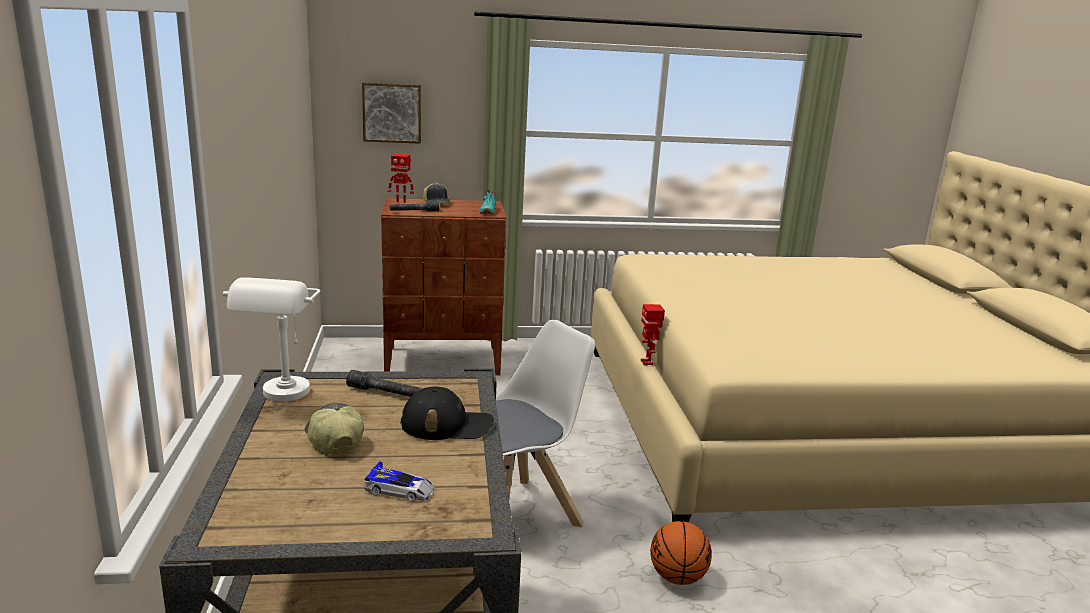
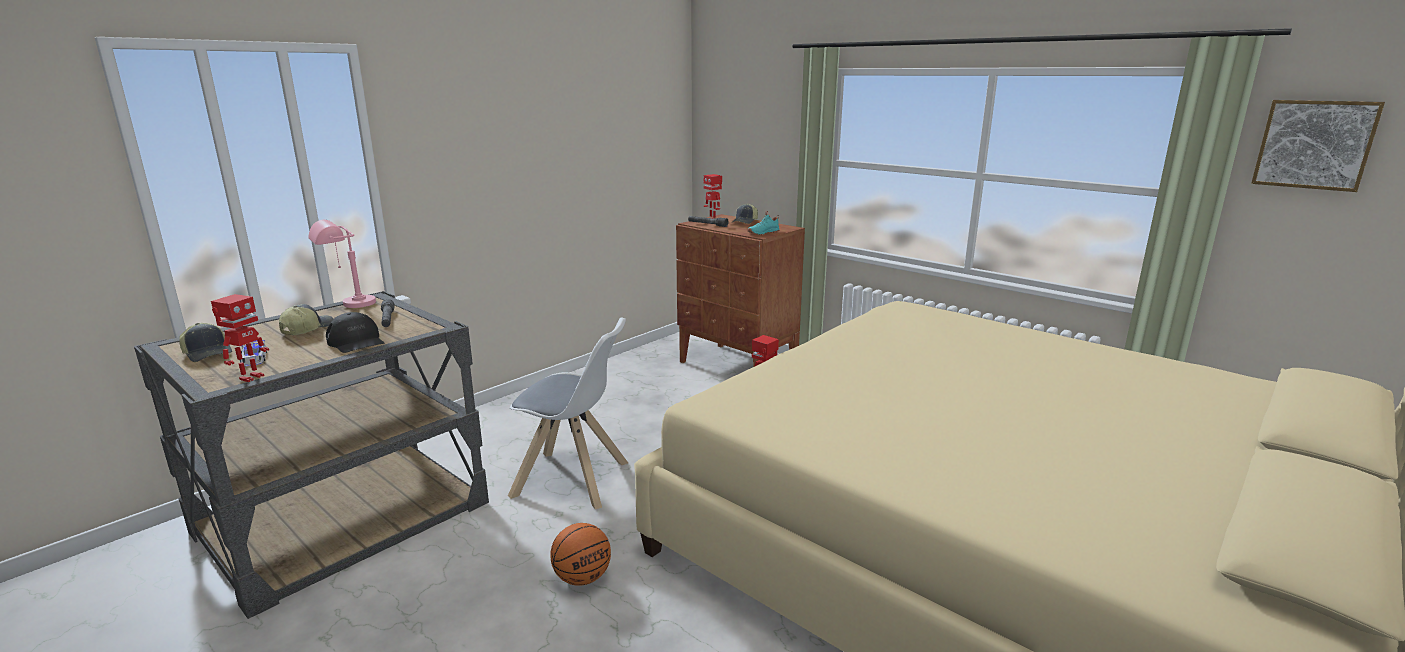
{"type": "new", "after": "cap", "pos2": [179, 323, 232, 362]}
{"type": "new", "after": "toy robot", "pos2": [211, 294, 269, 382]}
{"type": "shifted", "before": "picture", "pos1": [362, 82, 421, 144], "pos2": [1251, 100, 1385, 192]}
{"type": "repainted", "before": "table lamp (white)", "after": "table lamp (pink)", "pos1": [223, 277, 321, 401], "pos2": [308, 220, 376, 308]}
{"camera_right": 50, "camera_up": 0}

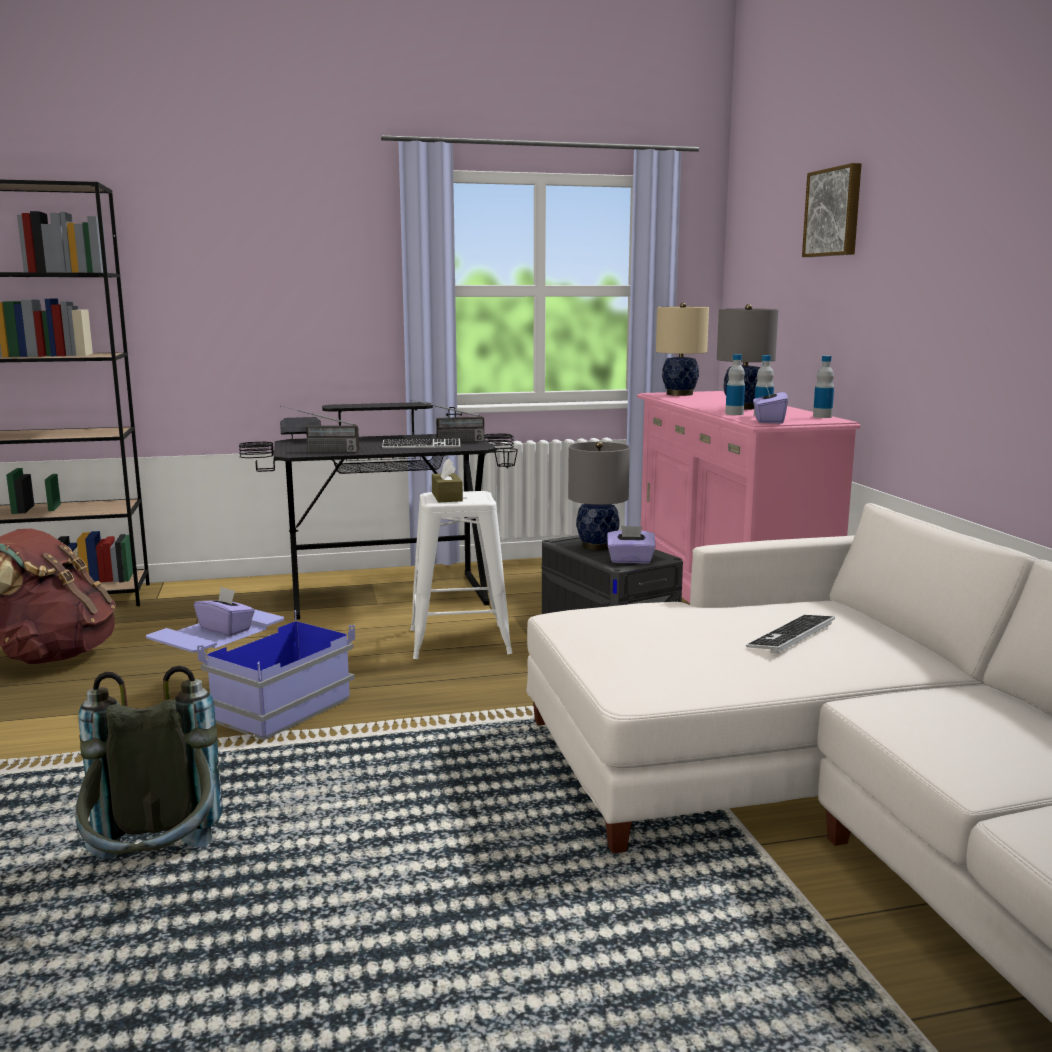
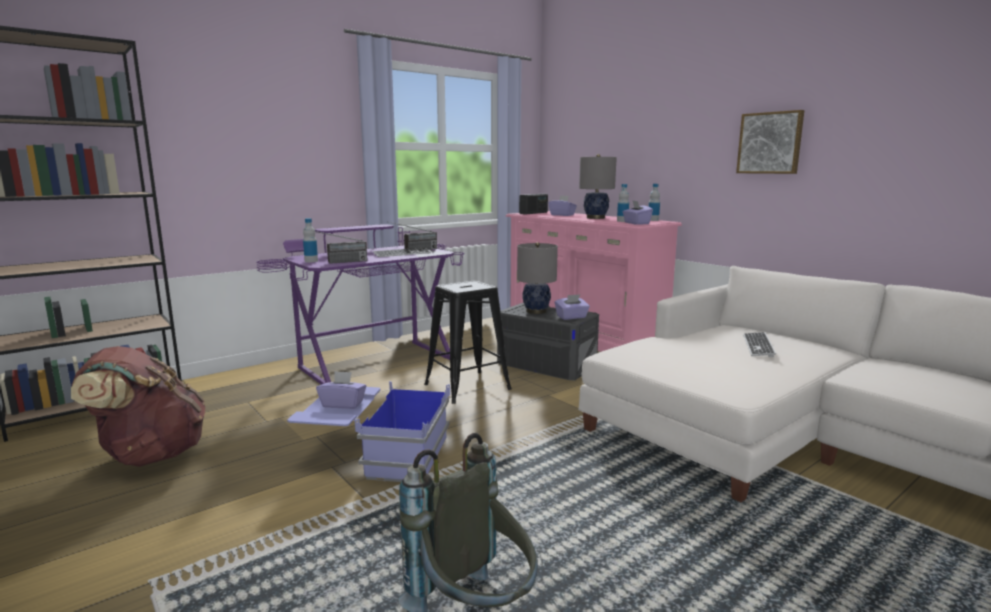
{"type": "gone", "before": "tissue box (brown)", "pos1": [432, 458, 463, 503]}
{"type": "new", "after": "tissue box (purple)", "pos2": [549, 195, 577, 216]}
{"type": "shifted", "before": "bottle", "pos1": [725, 354, 745, 415], "pos2": [303, 218, 318, 262]}
{"type": "shifted", "before": "picture", "pos1": [802, 163, 861, 257], "pos2": [736, 110, 804, 174]}
{"type": "swapped", "before": "table lamp (beige)", "after": "radio", "pos1": [656, 303, 709, 396], "pos2": [519, 194, 548, 215]}
{"type": "repainted", "before": "desk (black)", "after": "desk (purple)", "pos1": [239, 402, 518, 620], "pos2": [256, 224, 464, 385]}
{"type": "repainted", "before": "stool (white)", "after": "stool (black)", "pos1": [410, 491, 512, 659], "pos2": [424, 281, 512, 404]}
{"camera_right": -25, "camera_up": 0}

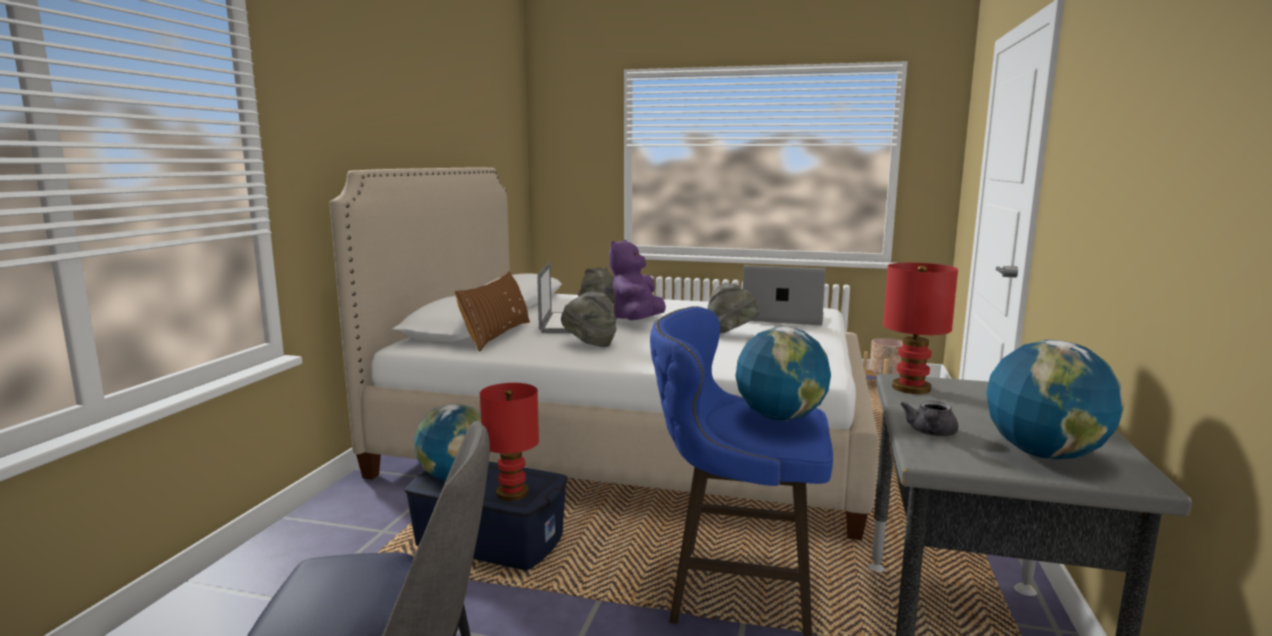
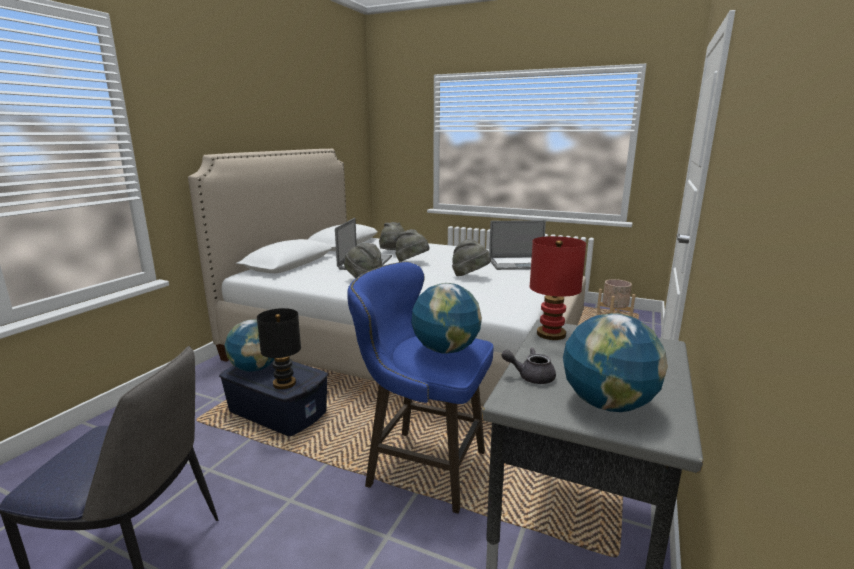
{"type": "gone", "before": "pillow (brown)", "pos1": [455, 271, 530, 352]}
{"type": "swapped", "before": "plush toy (purple)", "after": "hat (grey)", "pos1": [609, 240, 666, 320], "pos2": [395, 229, 429, 262]}
{"type": "repainted", "before": "table lamp (red)", "after": "table lamp (black)", "pos1": [480, 383, 539, 501], "pos2": [257, 308, 301, 389]}
{"type": "rotated", "before": "laptop", "pos1": [743, 265, 825, 326], "pos2": [489, 220, 546, 270], "turn": 150}
{"type": "rotated", "before": "teapot (grey)", "pos1": [900, 401, 958, 436], "pos2": [501, 348, 556, 384], "turn": 60}
{"camera_right": 10, "camera_up": 5}

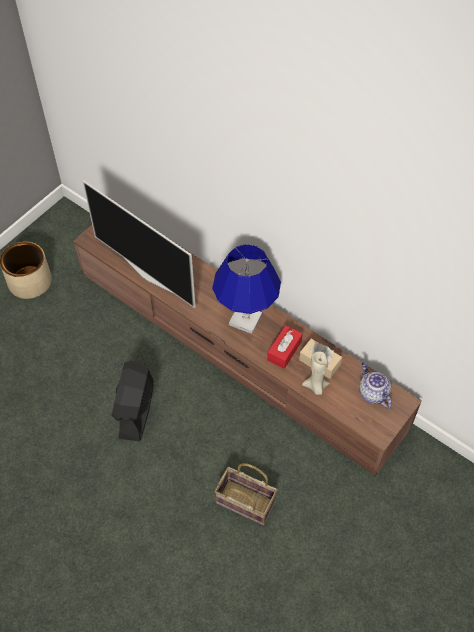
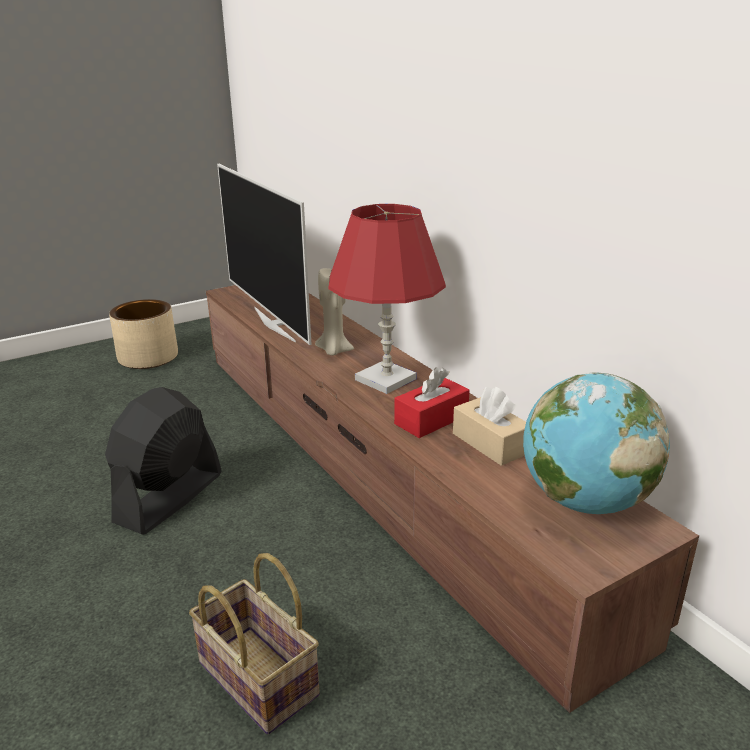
{"type": "shifted", "before": "candle (beige)", "pos1": [302, 352, 329, 395], "pos2": [315, 268, 354, 355]}
{"type": "swapped", "before": "teapot", "after": "globe", "pos1": [359, 362, 392, 409], "pos2": [523, 372, 670, 514]}
{"type": "repainted", "before": "table lamp (blue)", "after": "table lamp (red)", "pos1": [212, 244, 281, 334], "pos2": [328, 204, 446, 394]}
{"camera_right": 20, "camera_up": -30}

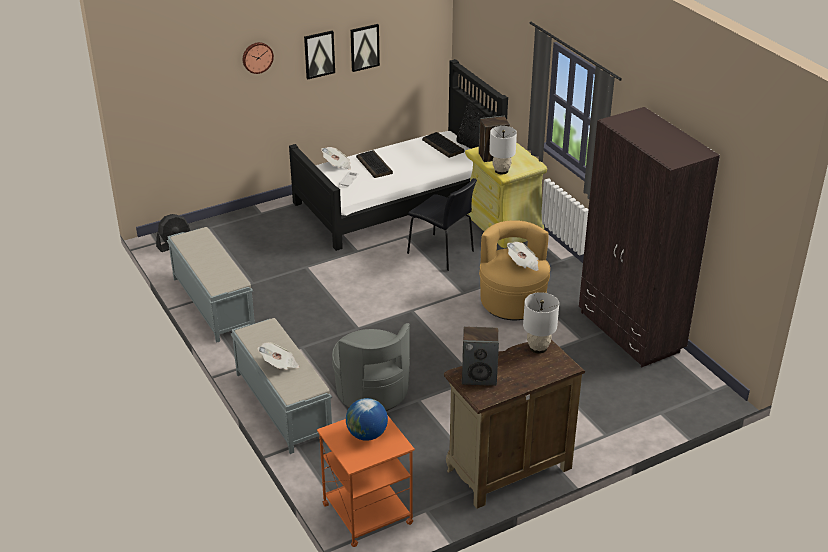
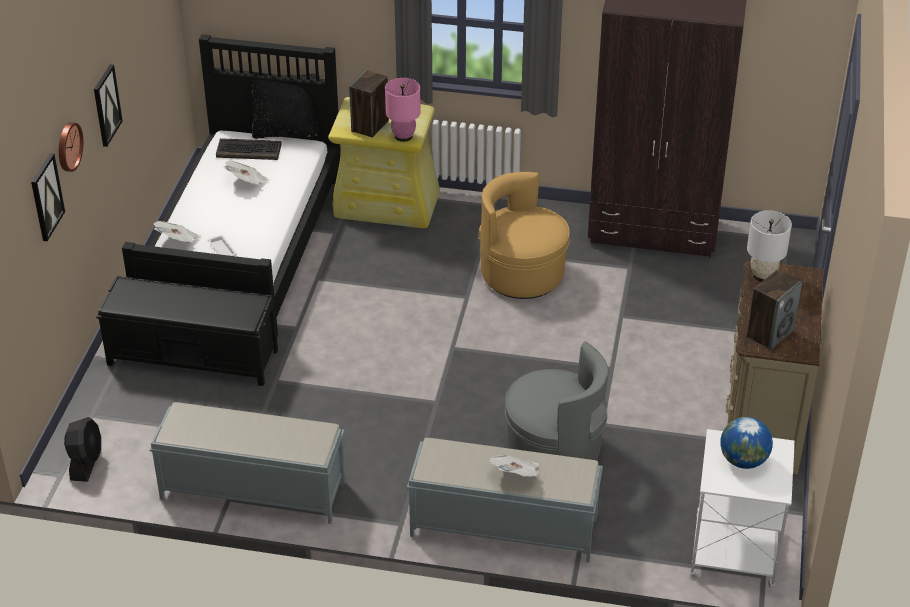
{"type": "gone", "before": "keyboard", "pos1": [356, 150, 393, 178]}
{"type": "gone", "before": "chair (black)", "pos1": [407, 178, 477, 271]}
{"type": "new", "after": "bench (black)", "pos2": [96, 276, 278, 386]}
{"type": "shifted", "before": "picture", "pos1": [350, 24, 380, 72], "pos2": [31, 153, 65, 241]}
{"type": "shifted", "before": "newspaper", "pos1": [507, 242, 539, 271], "pos2": [224, 161, 270, 184]}
{"type": "repainted", "before": "cart (orange)", "after": "cart (white)", "pos1": [317, 415, 415, 547], "pos2": [690, 429, 795, 588]}
{"type": "repainted", "before": "table lamp (white)", "after": "table lamp (pink)", "pos1": [489, 126, 517, 174], "pos2": [385, 78, 421, 142]}
{"camera_right": -50, "camera_up": 5}

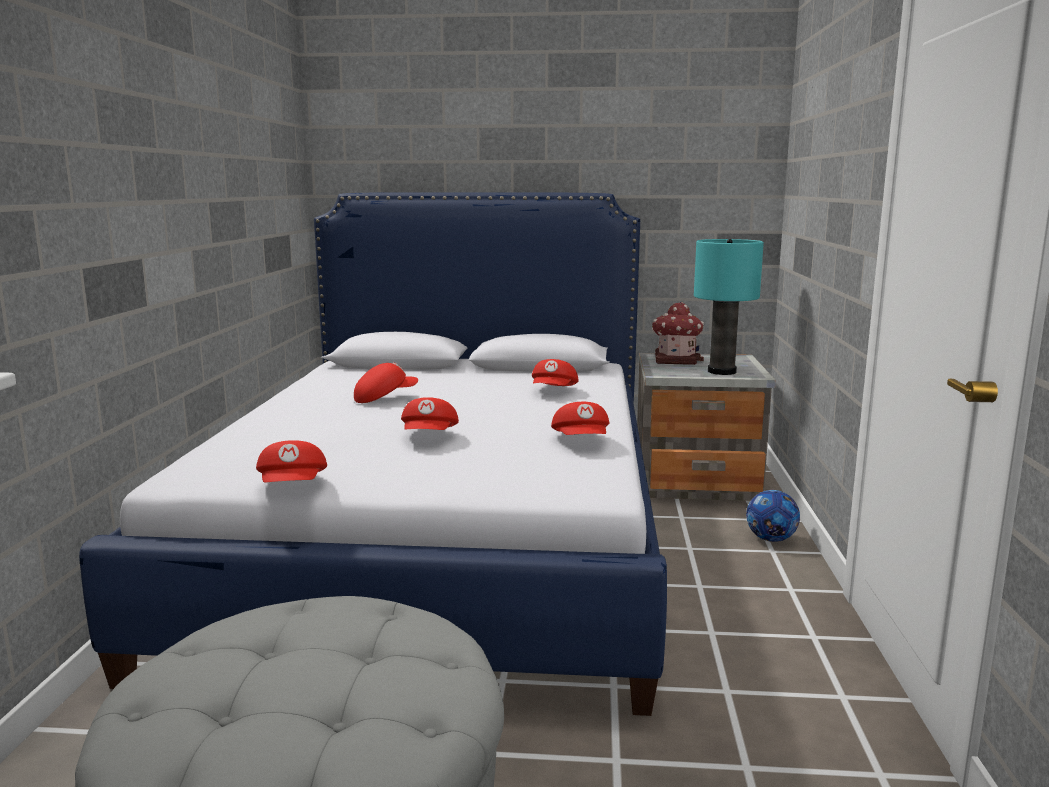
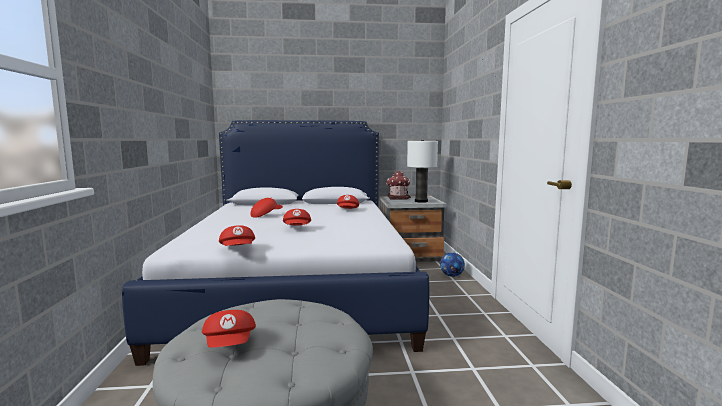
{"type": "shifted", "before": "cap (red)", "pos1": [551, 402, 609, 435], "pos2": [202, 310, 256, 347]}
{"type": "repainted", "before": "table lamp (turquoise)", "after": "table lamp (white)", "pos1": [694, 239, 764, 375], "pos2": [407, 140, 438, 203]}
{"camera_right": -10, "camera_up": -5}

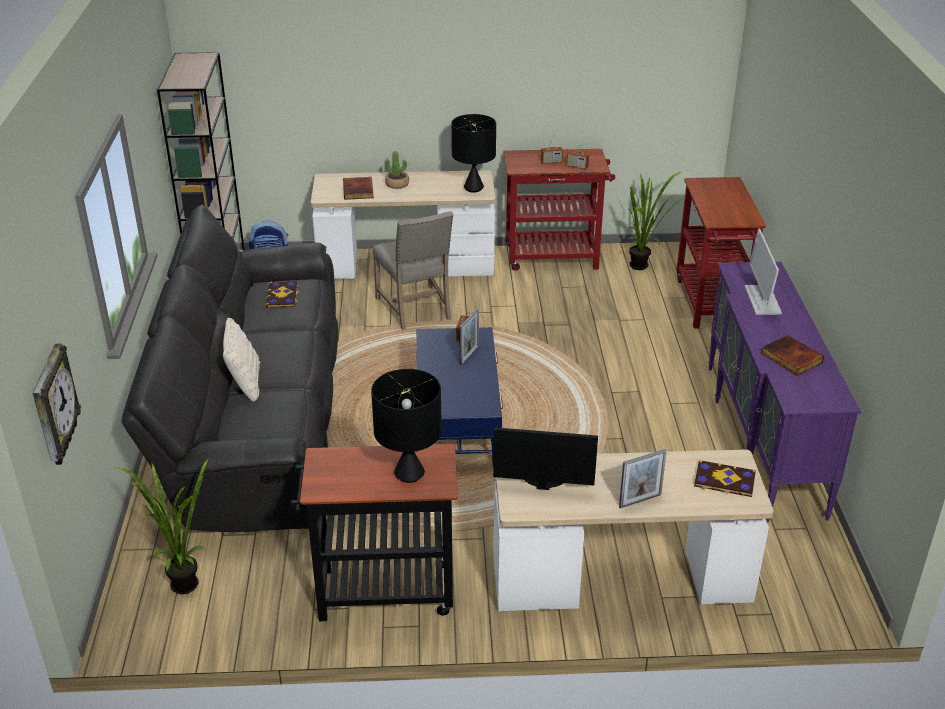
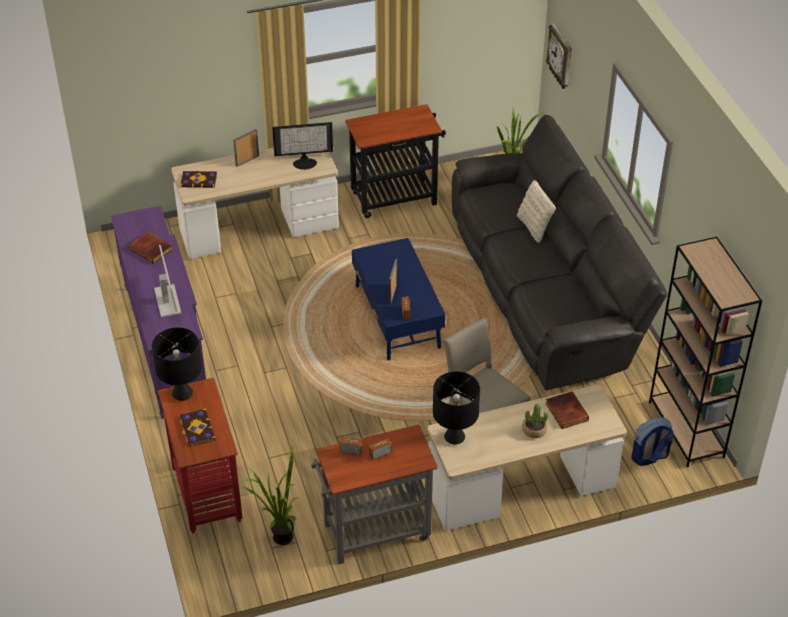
{"type": "shifted", "before": "book", "pos1": [265, 281, 300, 308], "pos2": [179, 409, 216, 447]}
{"type": "shifted", "before": "table lamp (black)", "pos1": [371, 369, 442, 483], "pos2": [152, 327, 202, 401]}
{"type": "repainted", "before": "cart (red)", "after": "cart (grey)", "pos1": [504, 149, 615, 271], "pos2": [311, 425, 438, 564]}
{"camera_right": 165, "camera_up": 10}

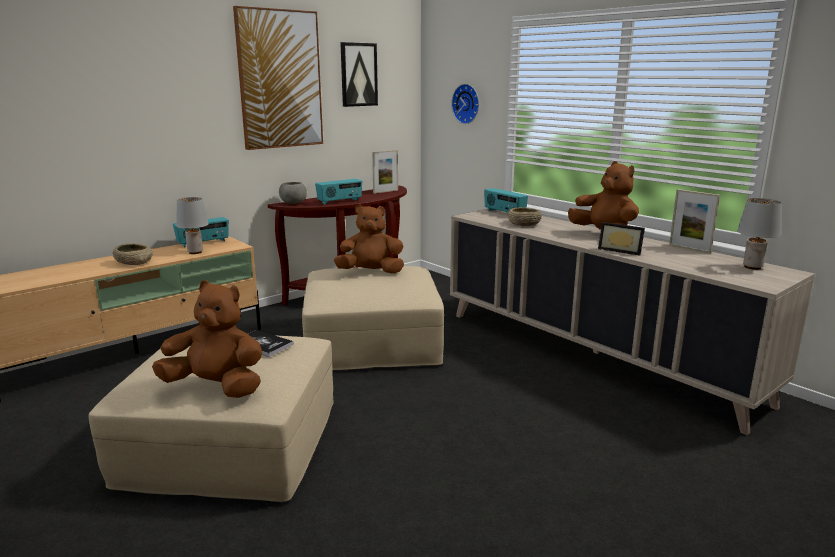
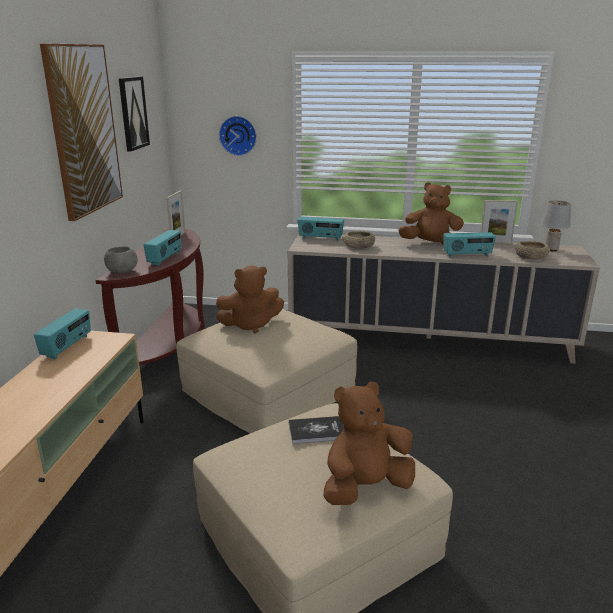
{"type": "gone", "before": "table lamp (grey)", "pos1": [176, 197, 209, 254]}
{"type": "shifted", "before": "bowl (beige)", "pos1": [113, 243, 153, 265], "pos2": [515, 241, 550, 259]}
{"type": "swapped", "before": "picture frame", "after": "radio", "pos1": [598, 222, 645, 256], "pos2": [443, 232, 496, 257]}
{"type": "rotated", "before": "plush toy (brown)", "pos1": [334, 205, 404, 273], "pos2": [216, 266, 284, 333], "turn": -150}
{"camera_right": -40, "camera_up": 5}

